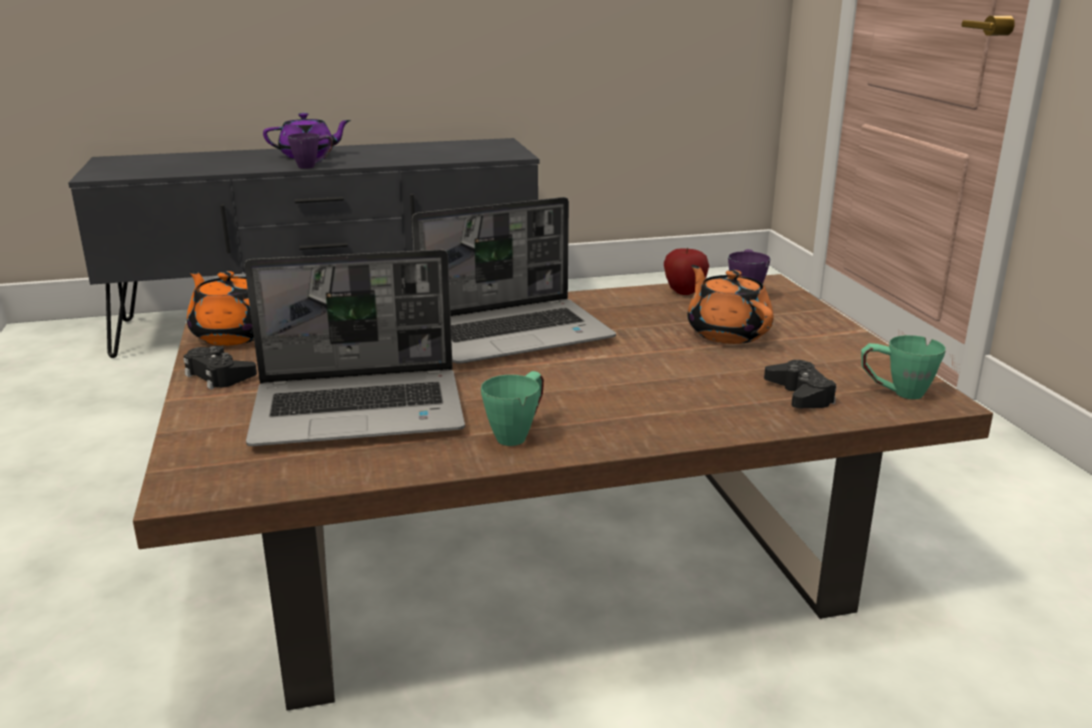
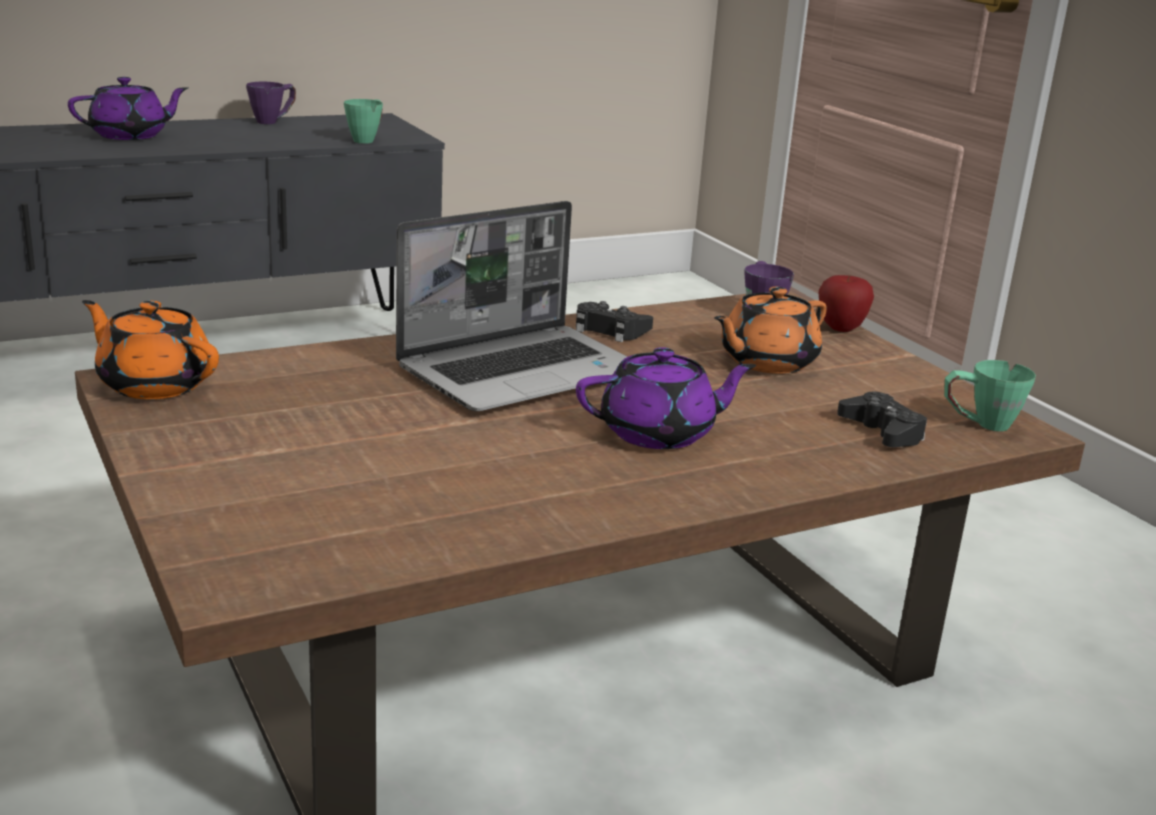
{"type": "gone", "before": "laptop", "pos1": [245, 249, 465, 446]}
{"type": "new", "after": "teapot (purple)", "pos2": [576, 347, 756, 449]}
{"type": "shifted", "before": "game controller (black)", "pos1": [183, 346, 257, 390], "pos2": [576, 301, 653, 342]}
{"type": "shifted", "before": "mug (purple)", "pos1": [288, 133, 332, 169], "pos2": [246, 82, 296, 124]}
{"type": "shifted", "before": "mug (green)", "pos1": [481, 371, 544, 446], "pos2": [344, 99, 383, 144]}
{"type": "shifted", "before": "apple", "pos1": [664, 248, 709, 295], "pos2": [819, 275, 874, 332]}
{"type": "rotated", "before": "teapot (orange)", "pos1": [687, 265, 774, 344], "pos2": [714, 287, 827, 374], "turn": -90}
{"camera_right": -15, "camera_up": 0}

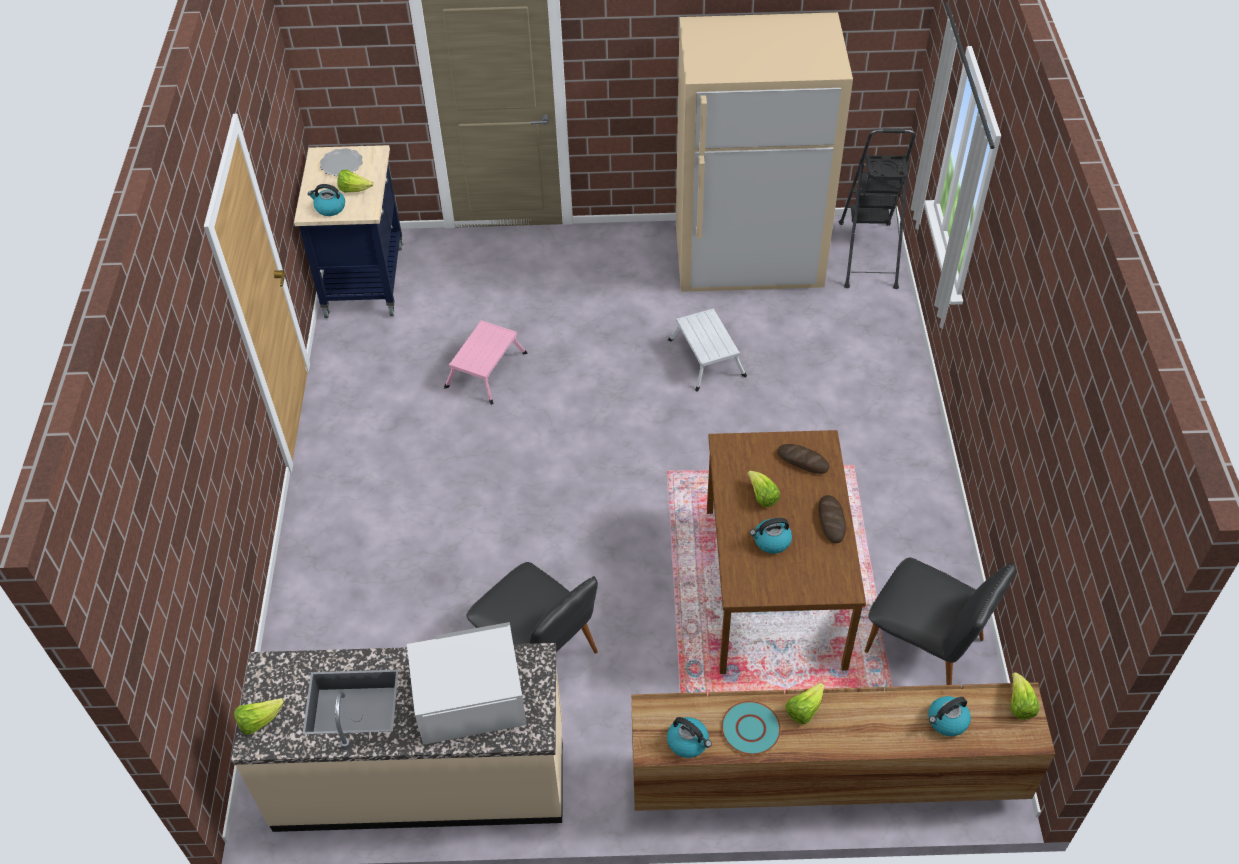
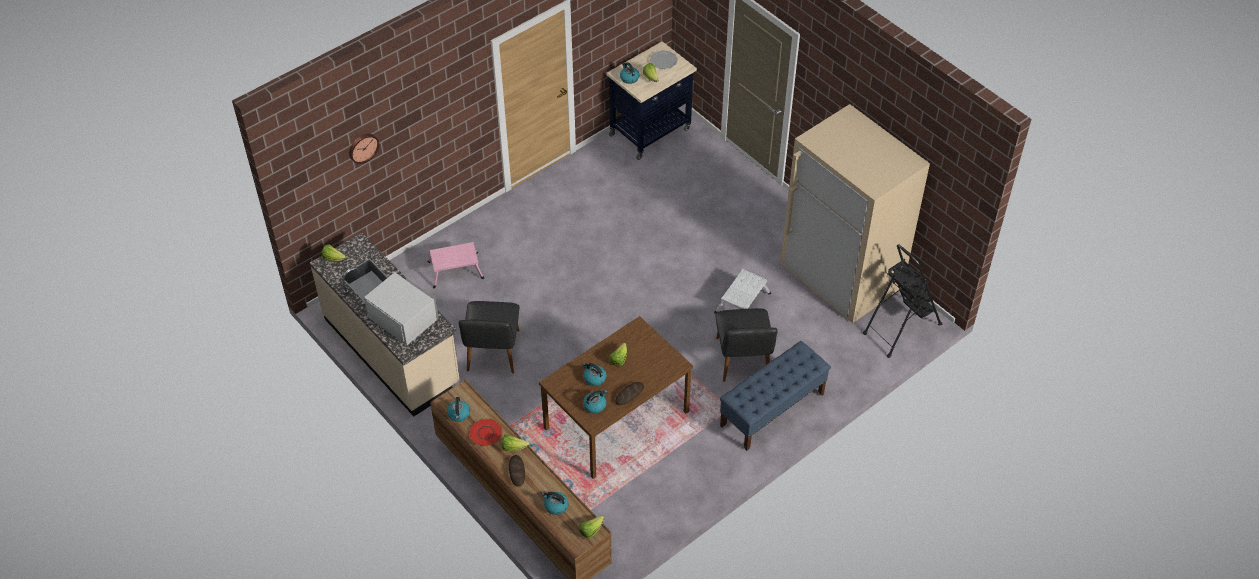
{"type": "new", "after": "wall clock", "pos2": [349, 134, 379, 164]}
{"type": "new", "after": "kettle", "pos2": [583, 390, 608, 414]}
{"type": "new", "after": "bench (blue)", "pos2": [720, 341, 831, 451]}
{"type": "shifted", "before": "step ladder (pink)", "pos1": [444, 320, 528, 405], "pos2": [427, 242, 484, 289]}
{"type": "shifted", "before": "bread", "pos1": [777, 444, 830, 474], "pos2": [509, 455, 525, 487]}
{"type": "shifted", "before": "chair (black)", "pos1": [865, 558, 1016, 685], "pos2": [715, 308, 777, 382]}
{"type": "repainted", "before": "plate (turquoise)", "after": "plate (red)", "pos1": [721, 701, 781, 755], "pos2": [469, 418, 503, 446]}
{"camera_right": 50, "camera_up": 0}

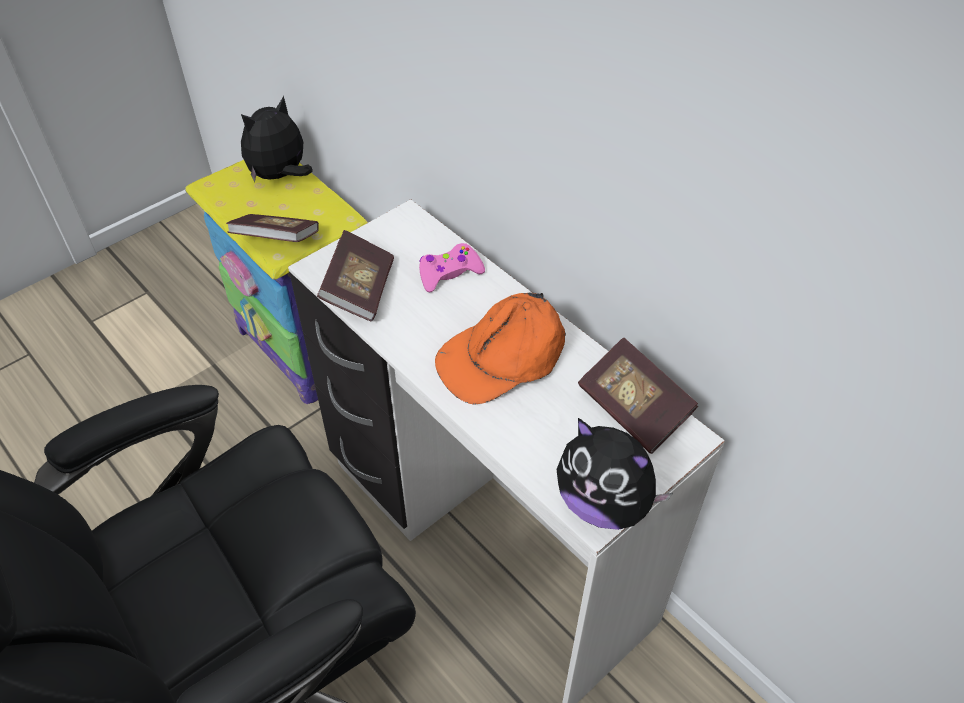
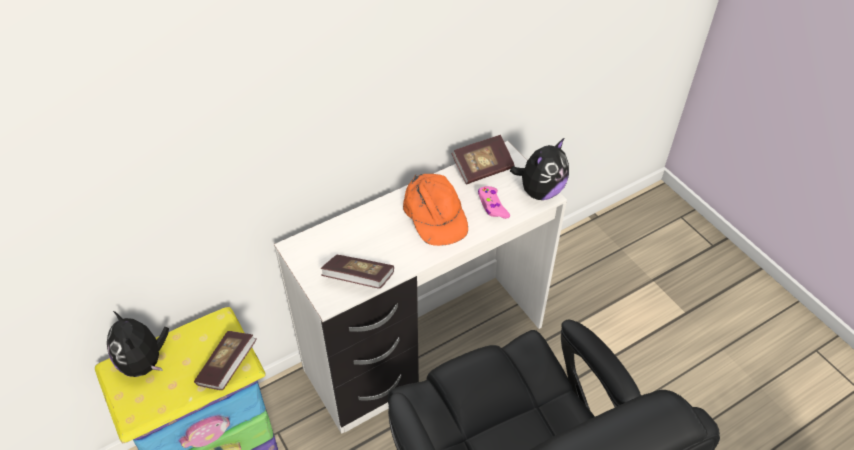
{"type": "shifted", "before": "game controller (pink)", "pos1": [419, 243, 485, 292], "pos2": [478, 186, 510, 219]}
{"camera_right": -80, "camera_up": 0}

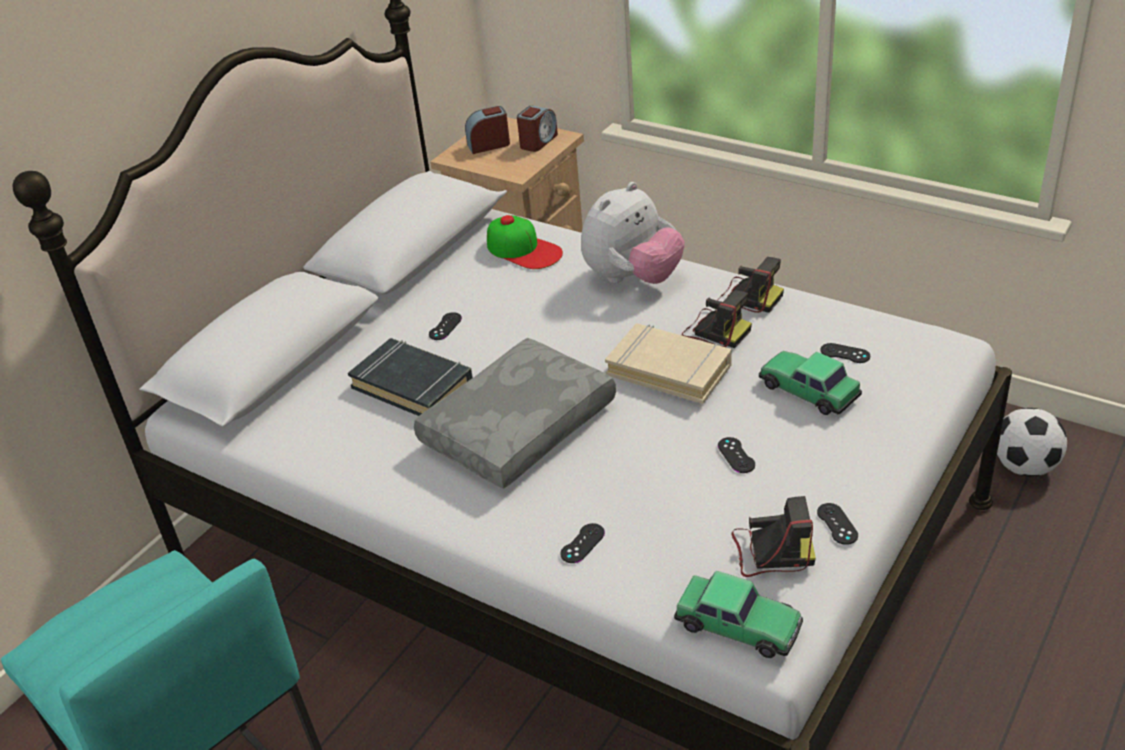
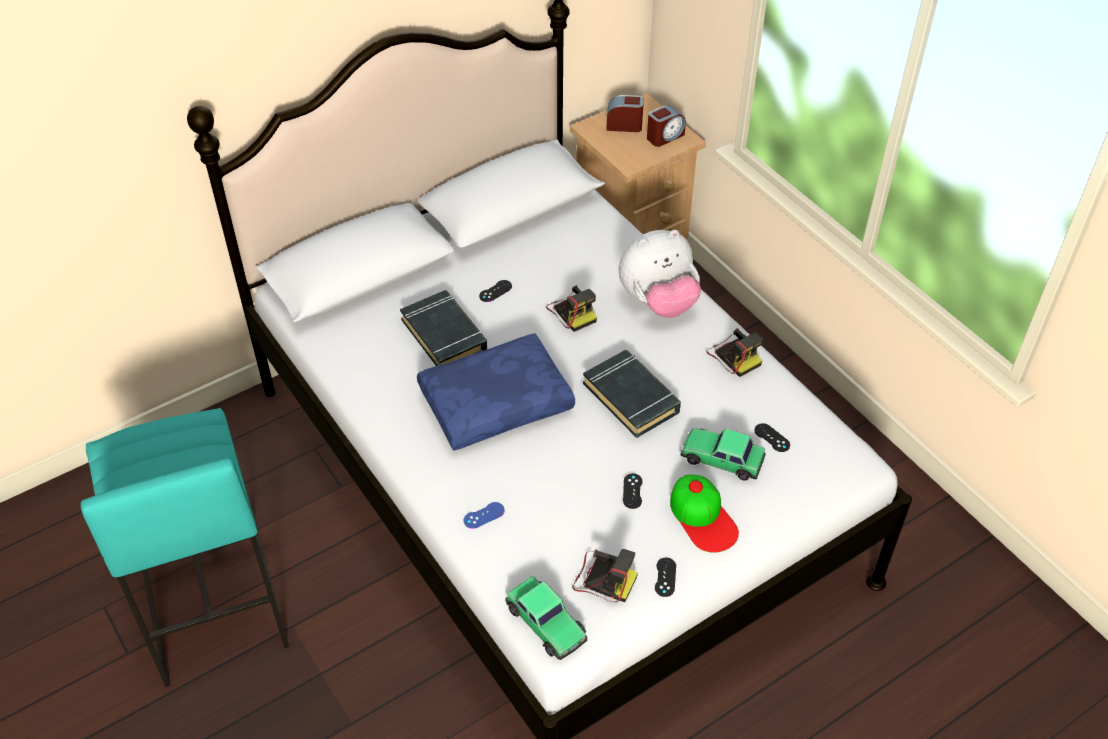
{"type": "gone", "before": "football", "pos1": [997, 408, 1067, 477]}
{"type": "shifted", "before": "cap", "pos1": [487, 215, 563, 269], "pos2": [670, 475, 739, 553]}
{"type": "shifted", "before": "photo camera", "pos1": [682, 290, 752, 348], "pos2": [546, 285, 597, 332]}
{"type": "repainted", "before": "pillow (grey)", "after": "pillow (blue)", "pos1": [414, 338, 616, 489], "pos2": [417, 333, 575, 451]}
{"type": "repainted", "before": "game controller (black)", "after": "game controller (blue)", "pos1": [560, 523, 605, 563], "pos2": [464, 502, 504, 529]}
{"type": "repainted", "before": "book (beige)", "after": "book (black)", "pos1": [605, 323, 732, 404], "pos2": [583, 350, 681, 438]}
{"type": "rotated", "before": "toy car", "pos1": [759, 351, 862, 415], "pos2": [681, 428, 766, 481], "turn": -45}
{"camera_right": 20, "camera_up": 10}

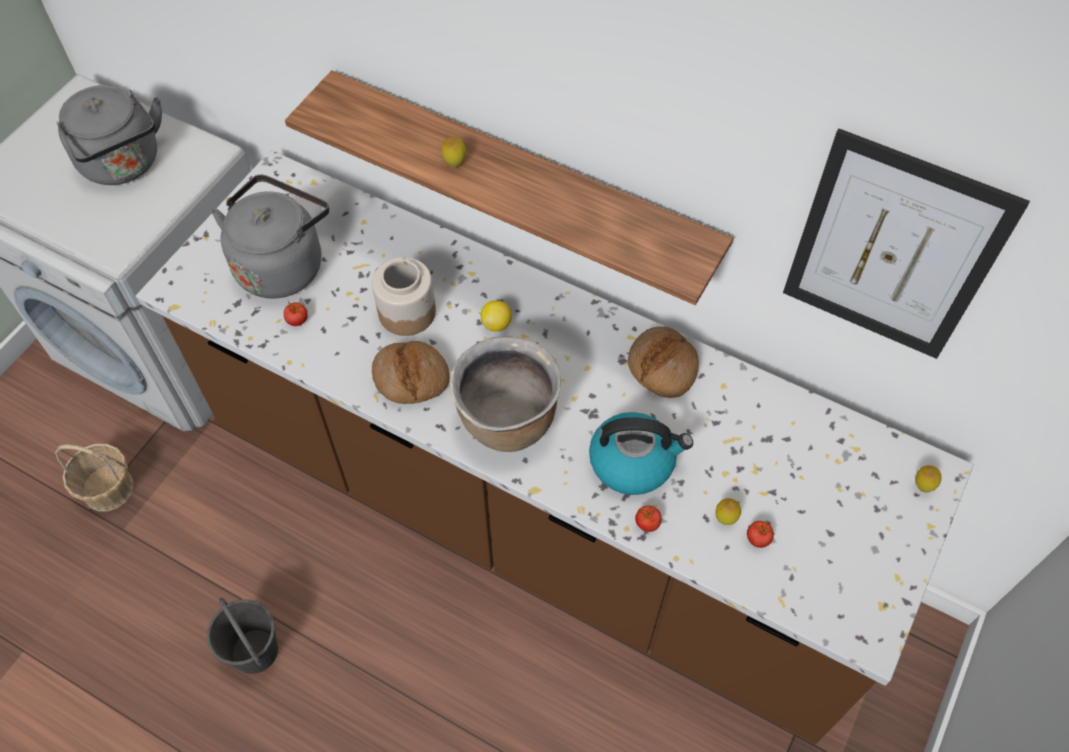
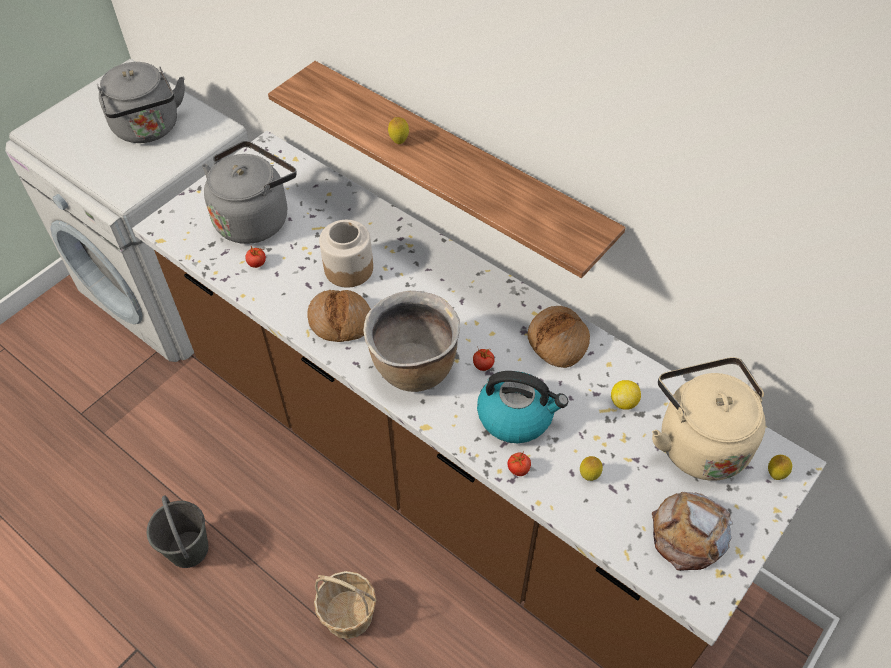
{"type": "gone", "before": "picture", "pos1": [783, 129, 1030, 359]}
{"type": "new", "after": "kettle (beige)", "pos2": [652, 357, 766, 481]}
{"type": "new", "after": "bread", "pos2": [652, 492, 733, 571]}
{"type": "shifted", "before": "basket", "pos1": [55, 444, 134, 511], "pos2": [314, 571, 376, 639]}
{"type": "shifted", "before": "lemon", "pos1": [481, 300, 512, 332], "pos2": [611, 380, 641, 410]}
{"type": "shifted", "before": "tomato", "pos1": [747, 520, 774, 548], "pos2": [473, 349, 494, 371]}
{"camera_right": 10, "camera_up": -5}

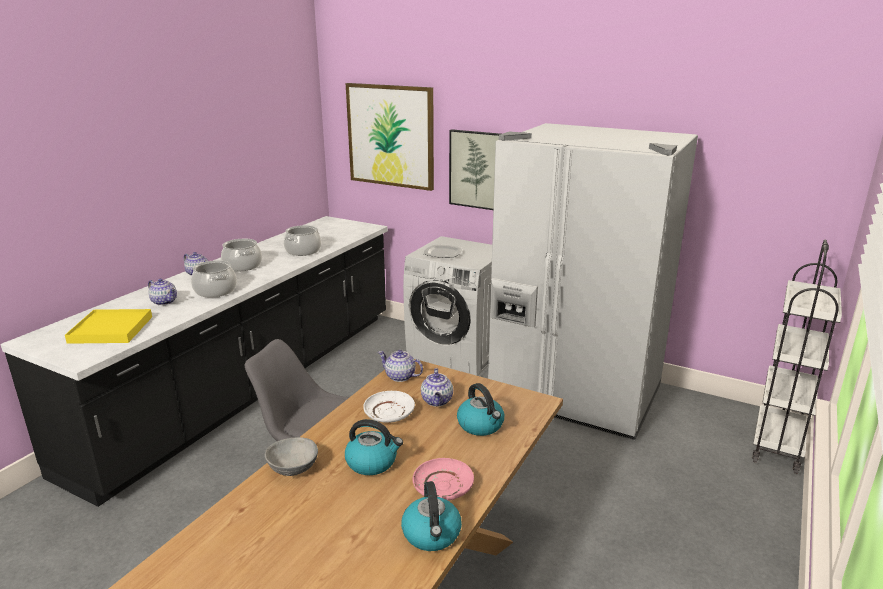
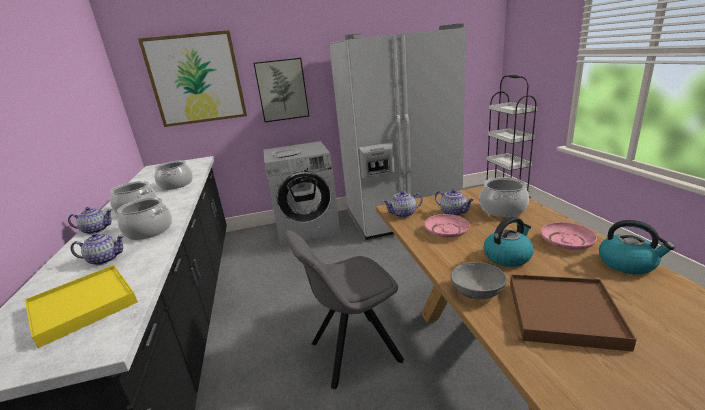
{"type": "new", "after": "tray (brown)", "pos2": [510, 274, 637, 352]}
{"type": "swapped", "before": "kettle", "after": "cooking pot", "pos1": [457, 383, 504, 436], "pos2": [479, 177, 529, 217]}
{"type": "repainted", "before": "plate (white)", "after": "plate (pink)", "pos1": [363, 391, 415, 423], "pos2": [424, 214, 470, 238]}
{"camera_right": -40, "camera_up": 0}

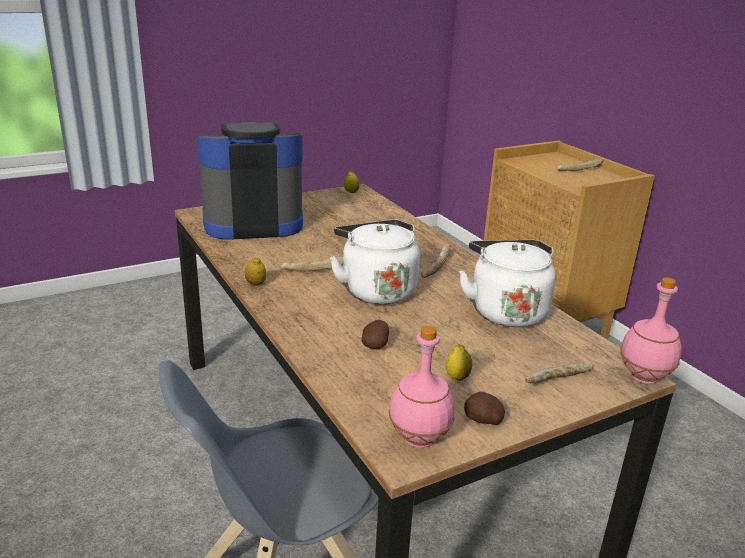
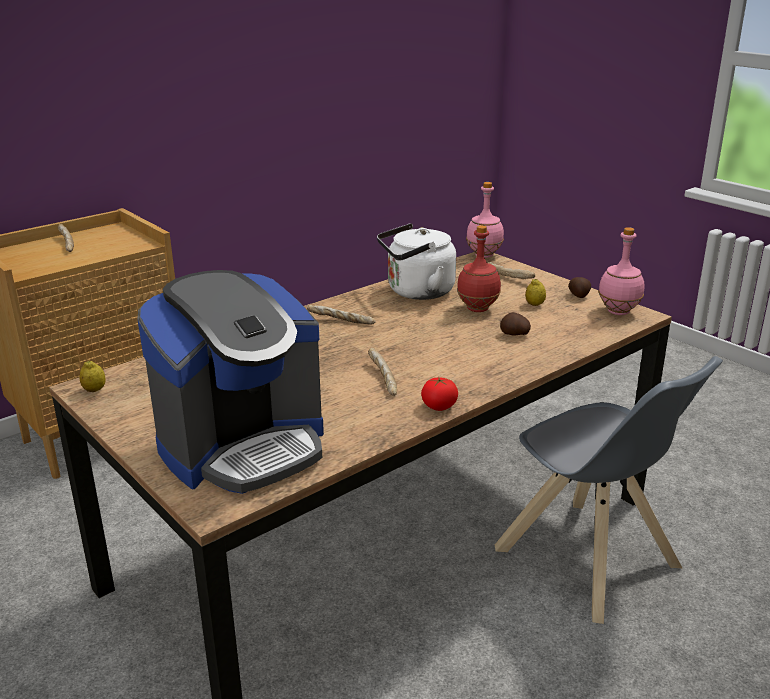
{"type": "gone", "before": "kettle (white)", "pos1": [330, 220, 420, 305]}
{"type": "new", "after": "bottle (red)", "pos2": [457, 225, 501, 312]}
{"type": "swapped", "before": "lemon", "after": "tomato", "pos1": [245, 257, 266, 285], "pos2": [421, 377, 458, 411]}
{"type": "rotated", "before": "coffee machine", "pos1": [197, 122, 303, 240], "pos2": [137, 270, 324, 494], "turn": -105}
{"camera_right": -100, "camera_up": 0}

